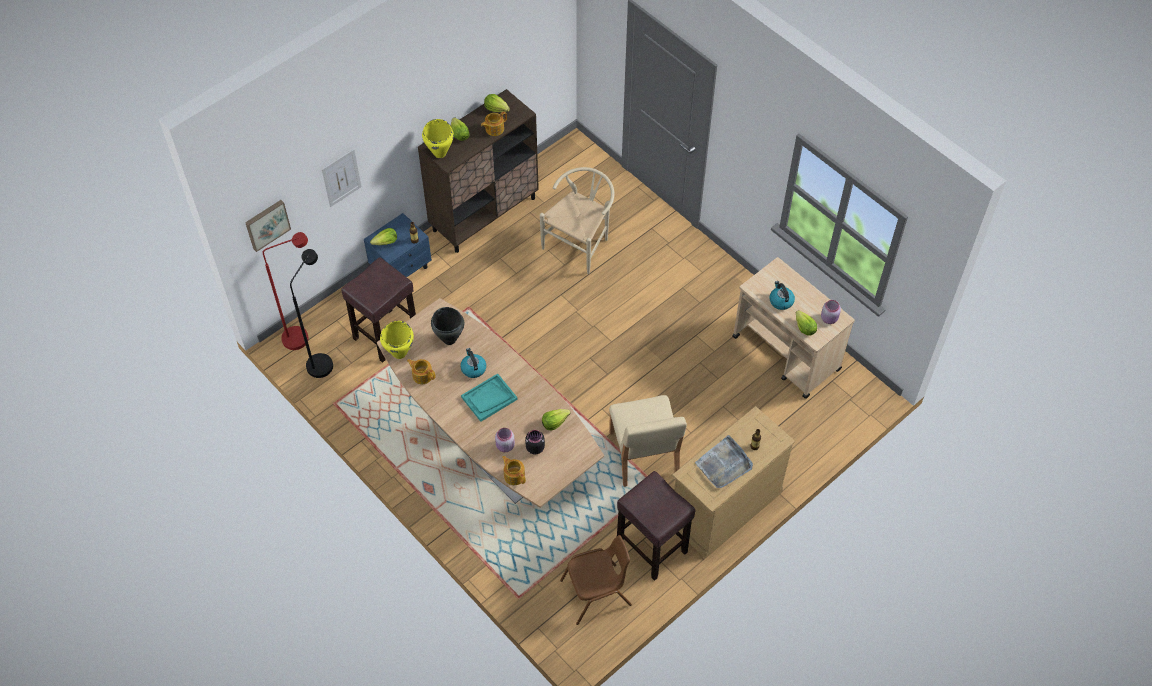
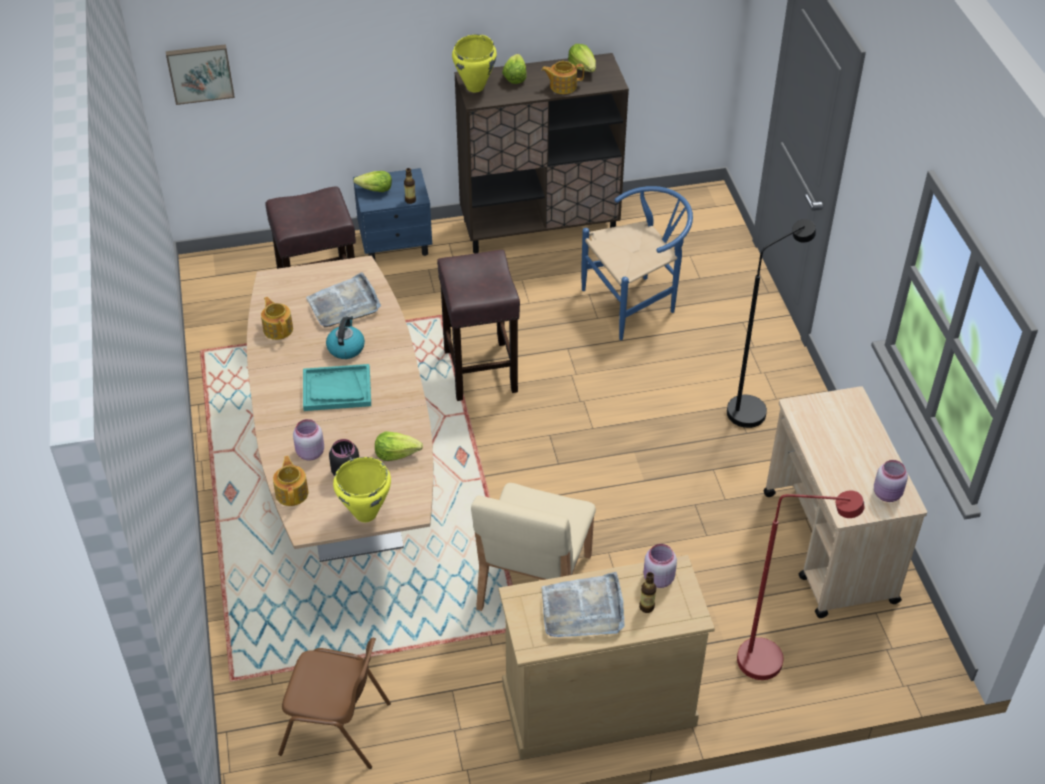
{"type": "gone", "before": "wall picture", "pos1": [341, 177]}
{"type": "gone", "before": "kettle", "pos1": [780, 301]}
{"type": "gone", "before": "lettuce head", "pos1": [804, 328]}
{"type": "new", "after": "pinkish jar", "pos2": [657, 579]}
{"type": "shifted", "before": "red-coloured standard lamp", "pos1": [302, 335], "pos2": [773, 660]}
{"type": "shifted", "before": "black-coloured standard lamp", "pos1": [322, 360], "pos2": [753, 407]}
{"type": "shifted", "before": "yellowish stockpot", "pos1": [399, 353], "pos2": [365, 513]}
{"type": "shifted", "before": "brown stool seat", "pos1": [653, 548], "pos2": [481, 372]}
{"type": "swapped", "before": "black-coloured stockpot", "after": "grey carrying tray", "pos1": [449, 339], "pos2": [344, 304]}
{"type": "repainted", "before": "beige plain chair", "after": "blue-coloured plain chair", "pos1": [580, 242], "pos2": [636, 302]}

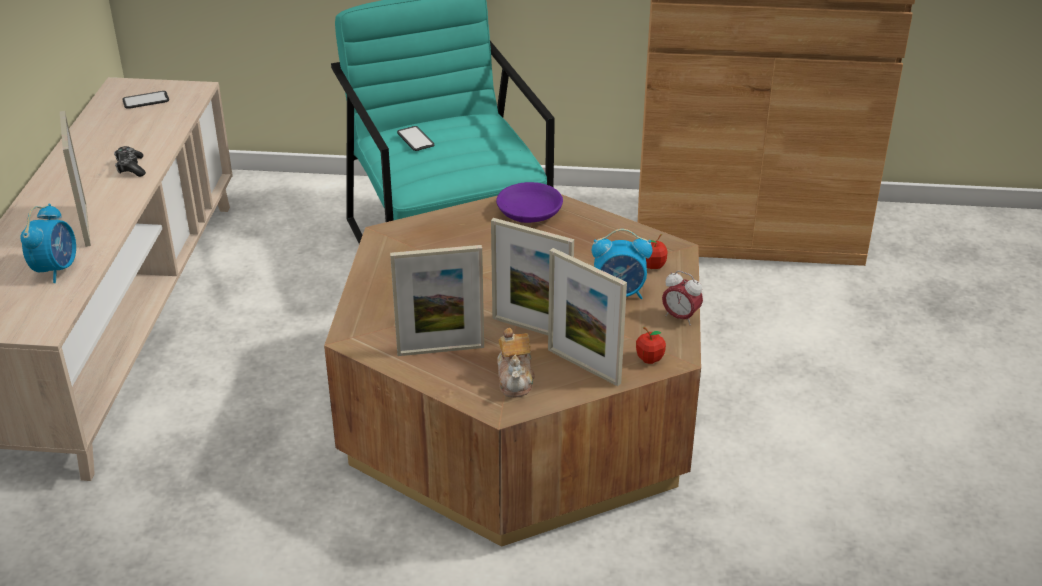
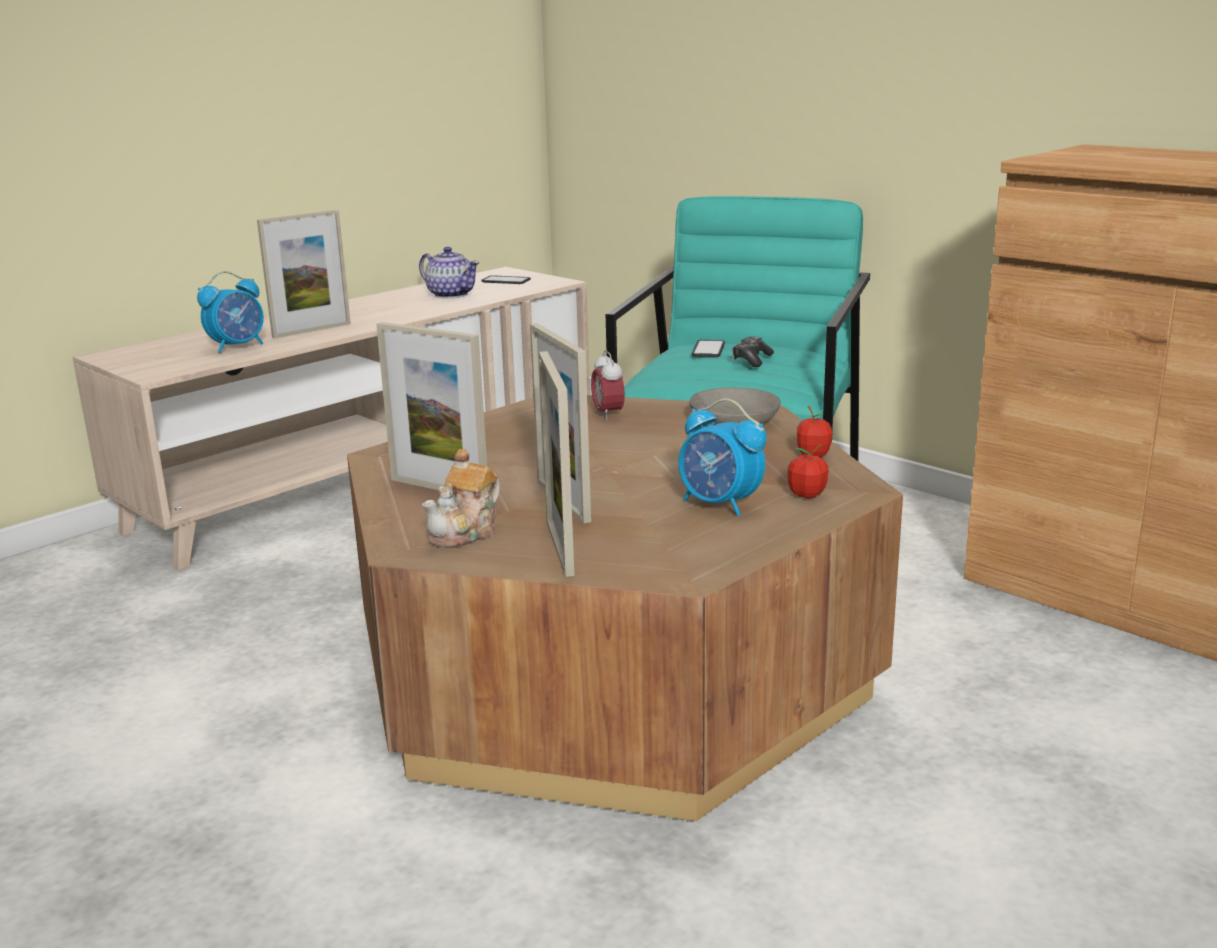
{"type": "new", "after": "teapot", "pos2": [451, 294]}
{"type": "shifted", "before": "gamepad", "pos1": [131, 168], "pos2": [751, 360]}
{"type": "shifted", "before": "whole apple", "pos1": [649, 359], "pos2": [813, 455]}
{"type": "shifted", "before": "alarm clock", "pos1": [680, 317], "pos2": [608, 415]}
{"type": "repainted", "before": "purplish serving bowl", "after": "grey serving bowl", "pos1": [528, 212], "pos2": [733, 420]}
{"type": "rotated", "before": "standing frame", "pos1": [85, 225], "pos2": [312, 330], "turn": -150}

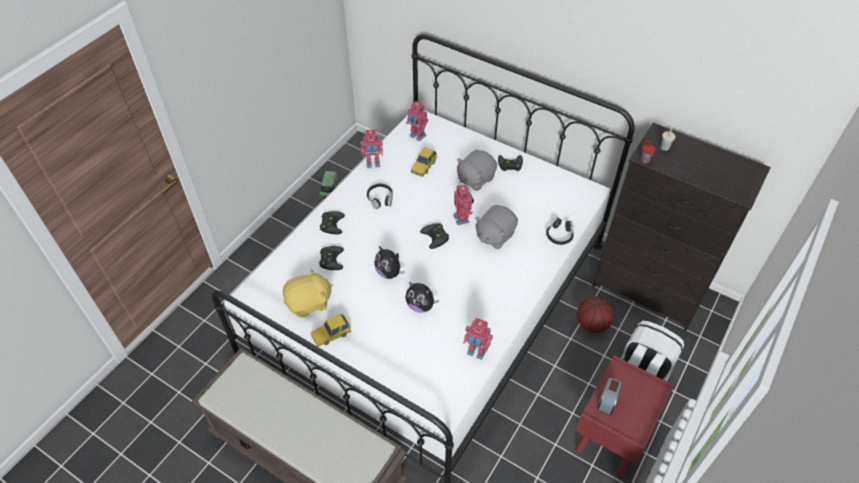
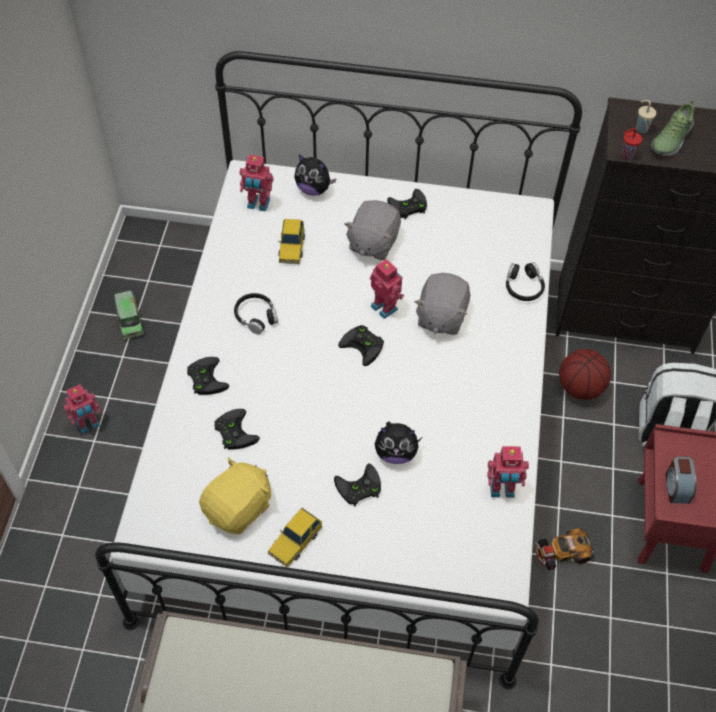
{"type": "new", "after": "black-coloured gamepad", "pos2": [358, 488]}
{"type": "new", "after": "miniature car", "pos2": [562, 552]}
{"type": "new", "after": "item of footwear", "pos2": [670, 139]}
{"type": "shifted", "before": "robot figure", "pos1": [373, 164], "pos2": [88, 425]}
{"type": "shifted", "before": "plush toy", "pos1": [389, 272], "pos2": [313, 189]}

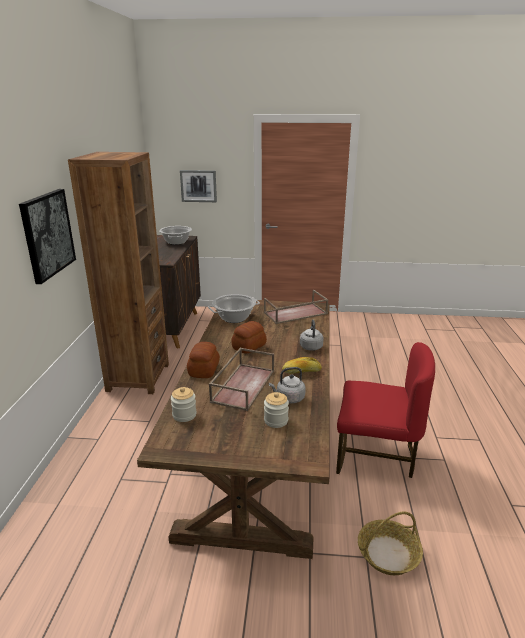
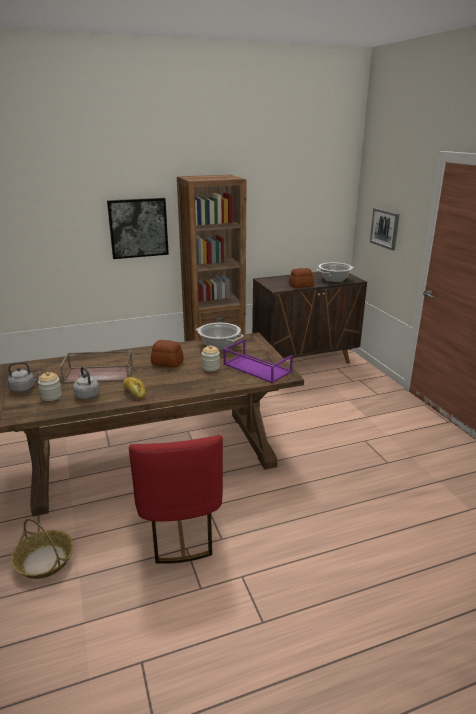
{"type": "shifted", "before": "jar", "pos1": [184, 415], "pos2": [211, 367]}
{"type": "shifted", "before": "bread", "pos1": [204, 369], "pos2": [301, 285]}
{"type": "shifted", "before": "grey kettle", "pos1": [311, 346], "pos2": [24, 388]}
{"type": "repainted", "before": "brown carrying tray", "after": "purplish carrying tray", "pos1": [295, 313], "pos2": [256, 368]}

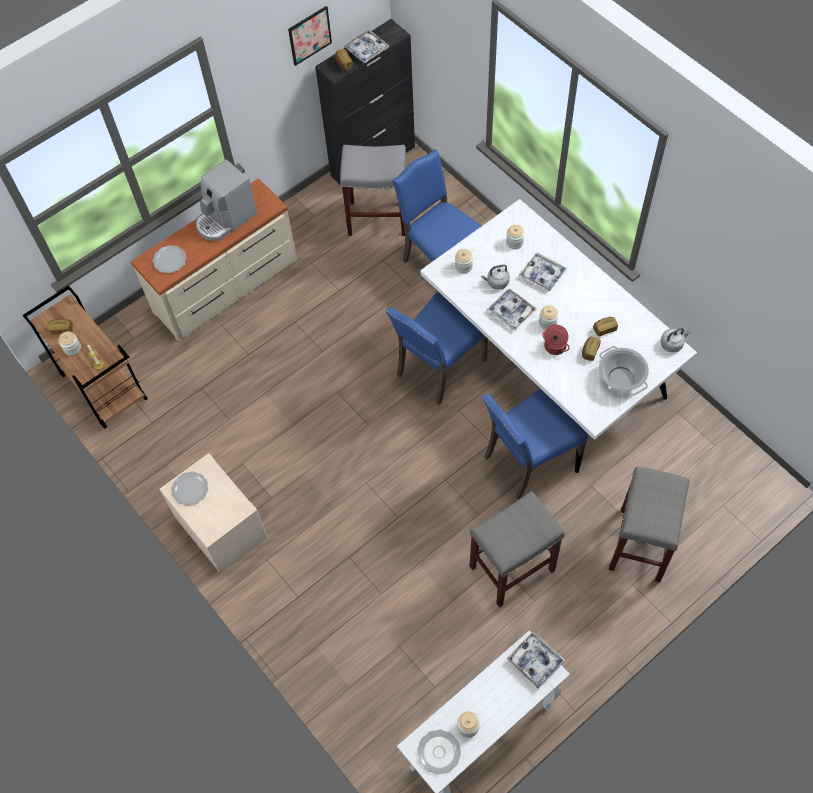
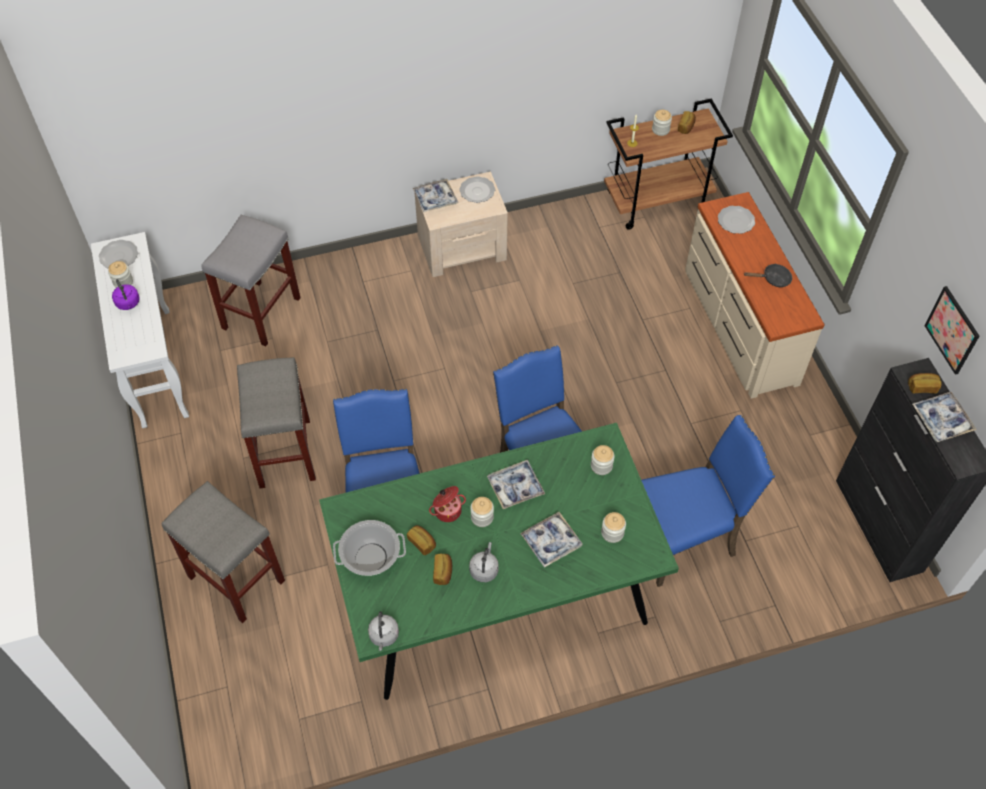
{"type": "new", "after": "purplish kettle", "pos2": [128, 303]}
{"type": "shifted", "before": "grey stool seat", "pos1": [378, 218], "pos2": [261, 314]}
{"type": "shifted", "before": "grey kettle", "pos1": [496, 282], "pos2": [484, 569]}
{"type": "shifted", "before": "carrying tray", "pos1": [535, 661], "pos2": [435, 199]}
{"type": "swapped", "before": "coffee machine", "after": "black-coloured skillet", "pos1": [225, 219], "pos2": [773, 279]}
{"type": "repainted", "before": "whitish kitchen table", "after": "green kitchen table", "pos1": [548, 364], "pos2": [494, 591]}

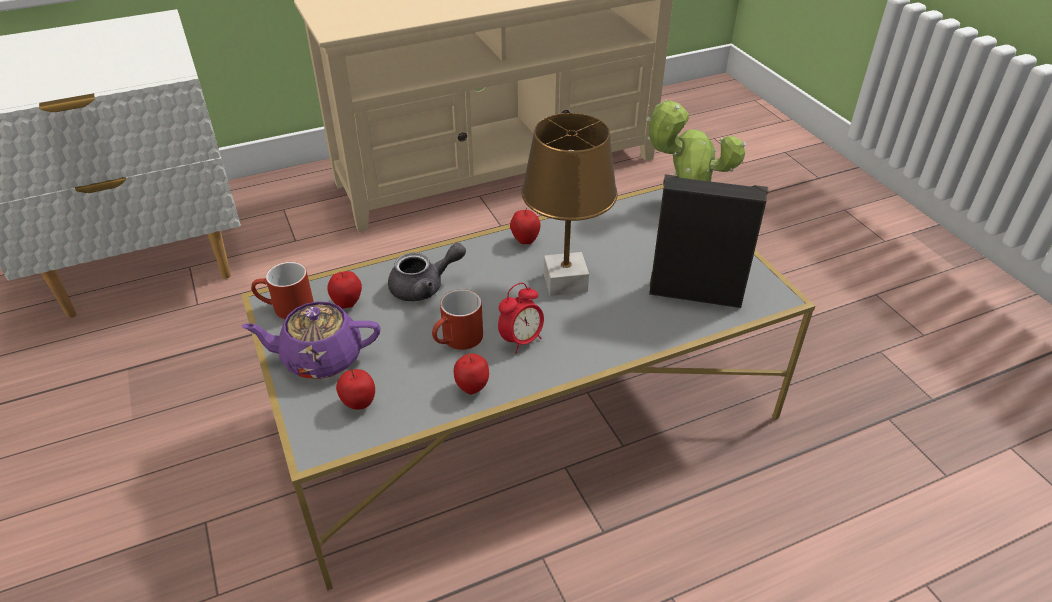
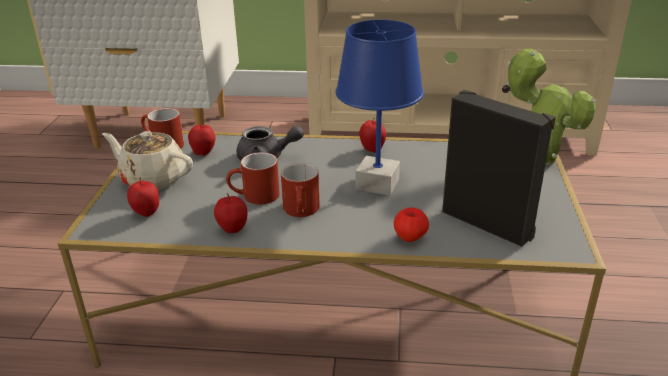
{"type": "new", "after": "whole apple", "pos2": [410, 238]}
{"type": "swapped", "before": "alarm clock", "after": "red-coloured mug", "pos1": [521, 340], "pos2": [302, 211]}
{"type": "repainted", "before": "purplish teapot", "after": "beige teapot", "pos1": [321, 358], "pos2": [153, 179]}
{"type": "repainted", "before": "brown lamp for a table", "after": "blue-coloured lamp for a table", "pos1": [566, 282], "pos2": [378, 184]}

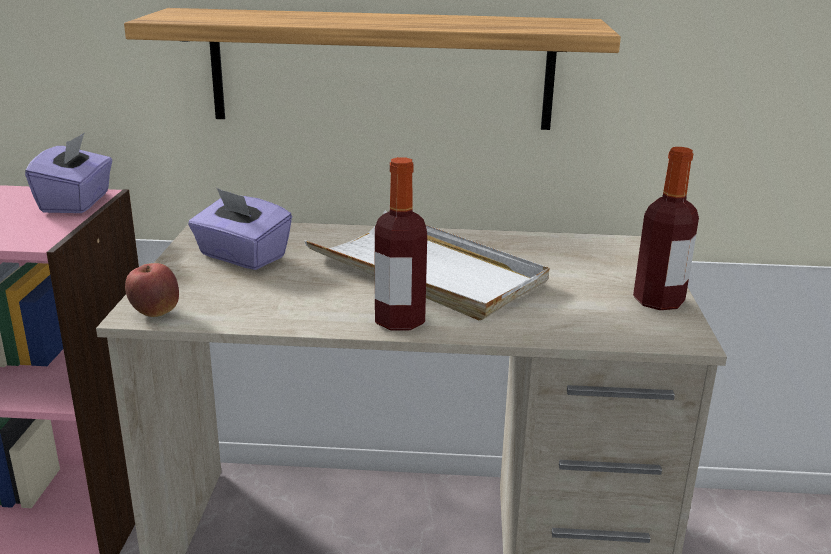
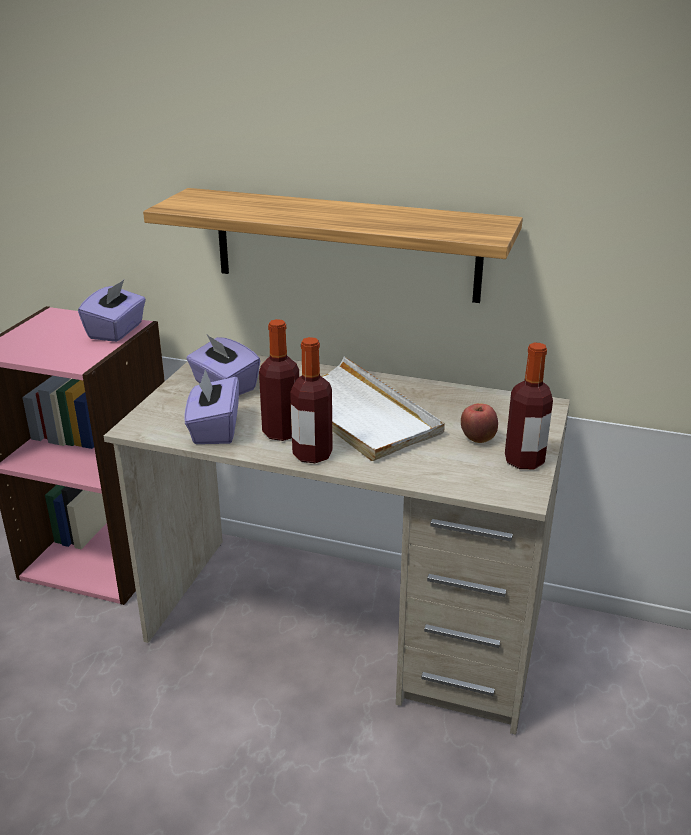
{"type": "new", "after": "purplish tissue holder", "pos2": [214, 429]}
{"type": "new", "after": "beverage bottle", "pos2": [281, 432]}
{"type": "shifted", "before": "whole apple", "pos1": [155, 313], "pos2": [477, 439]}

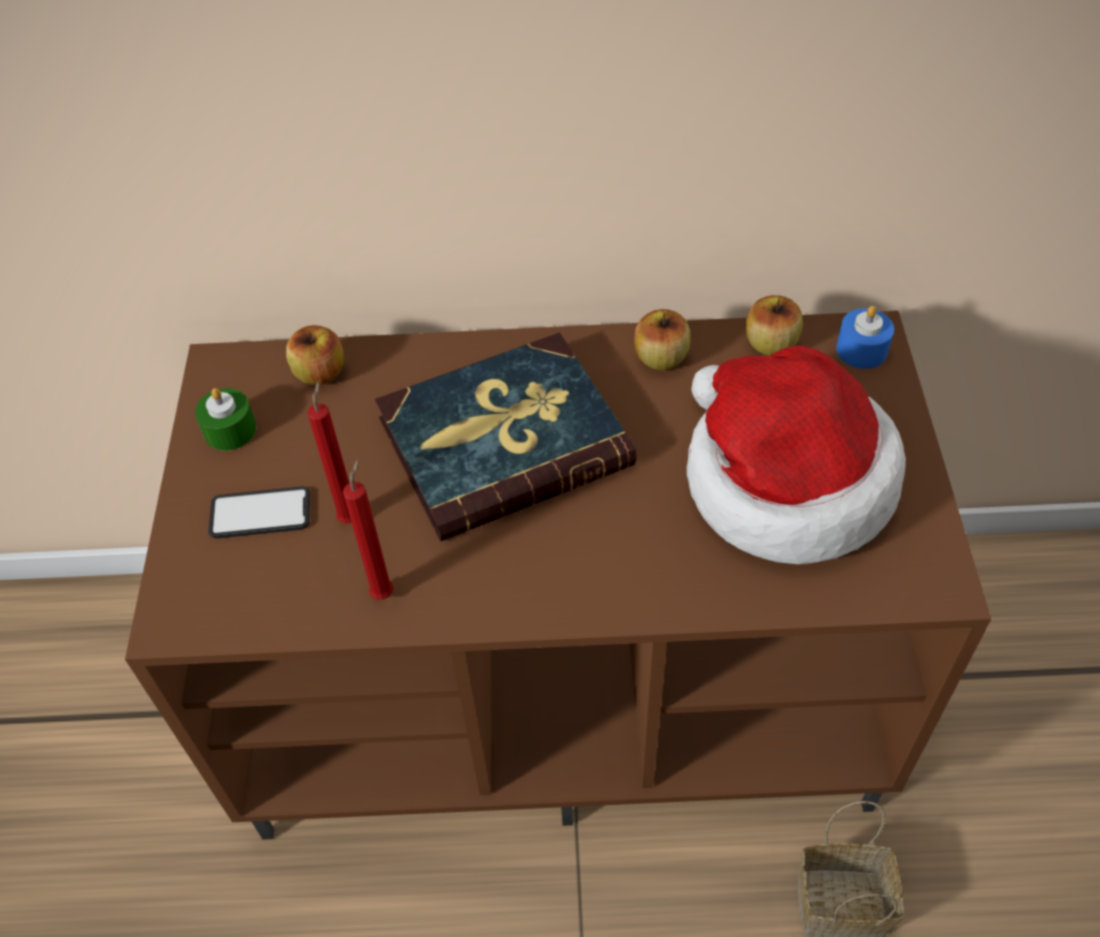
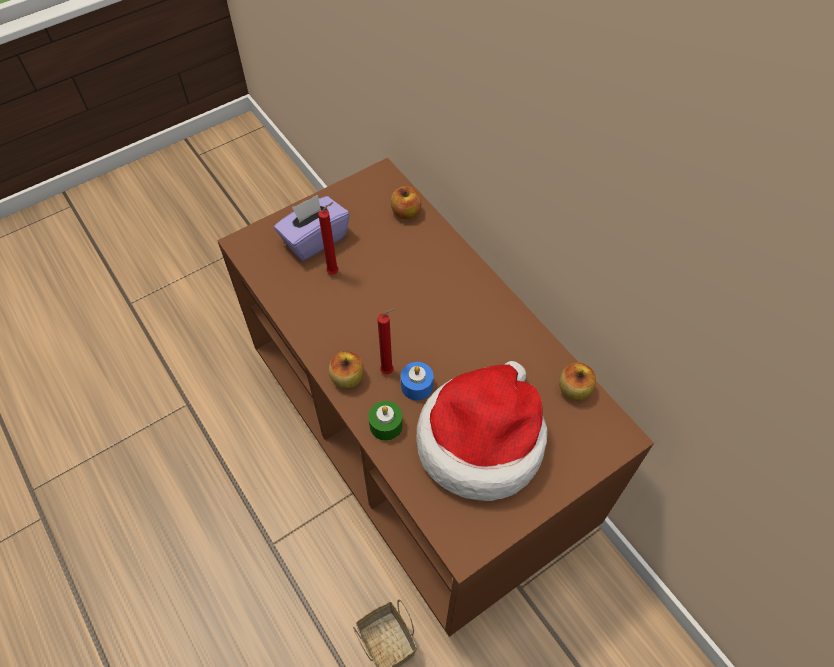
{"type": "gone", "before": "book", "pos1": [503, 441]}
{"type": "shifted", "before": "green candle", "pos1": [230, 430], "pos2": [386, 425]}
{"type": "shifted", "before": "red-coloured candle", "pos1": [384, 591], "pos2": [389, 371]}
{"type": "shifted", "before": "whole apple", "pos1": [661, 358], "pos2": [347, 378]}
{"type": "shifted", "before": "blue-coloured candle", "pos1": [861, 350], "pos2": [417, 386]}
{"type": "swapped", "before": "handset", "after": "purplish tissue holder", "pos1": [260, 513], "pos2": [314, 239]}

